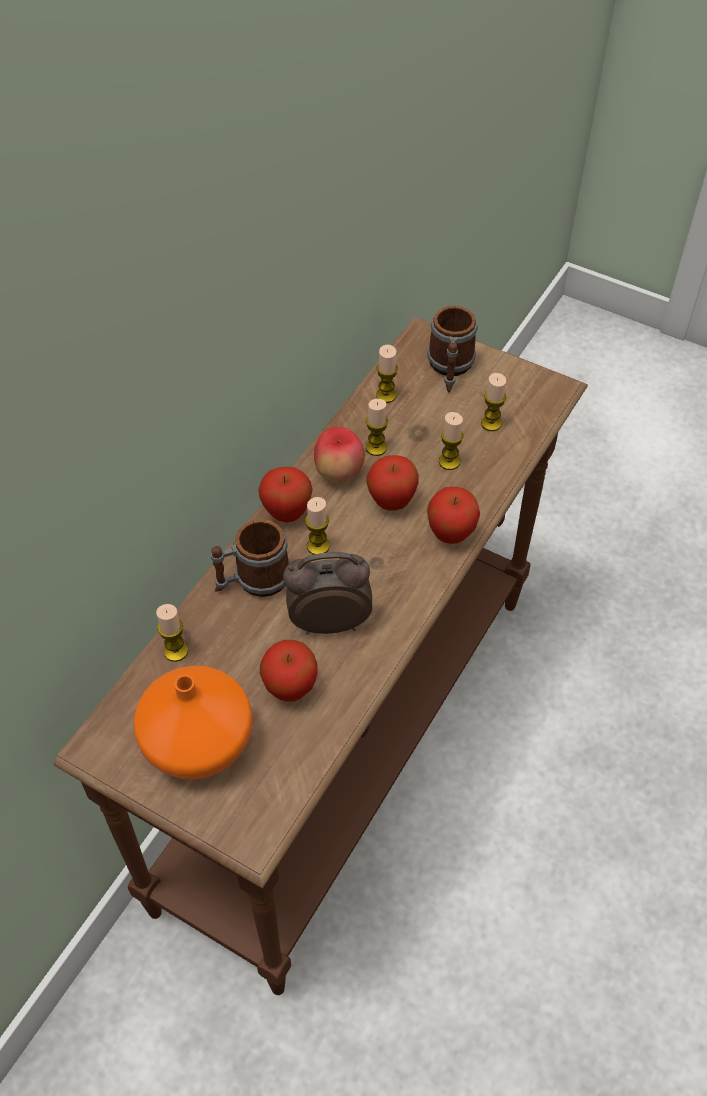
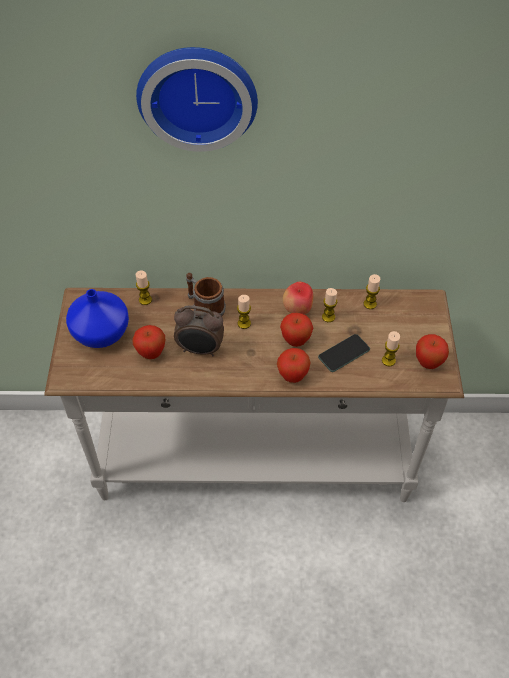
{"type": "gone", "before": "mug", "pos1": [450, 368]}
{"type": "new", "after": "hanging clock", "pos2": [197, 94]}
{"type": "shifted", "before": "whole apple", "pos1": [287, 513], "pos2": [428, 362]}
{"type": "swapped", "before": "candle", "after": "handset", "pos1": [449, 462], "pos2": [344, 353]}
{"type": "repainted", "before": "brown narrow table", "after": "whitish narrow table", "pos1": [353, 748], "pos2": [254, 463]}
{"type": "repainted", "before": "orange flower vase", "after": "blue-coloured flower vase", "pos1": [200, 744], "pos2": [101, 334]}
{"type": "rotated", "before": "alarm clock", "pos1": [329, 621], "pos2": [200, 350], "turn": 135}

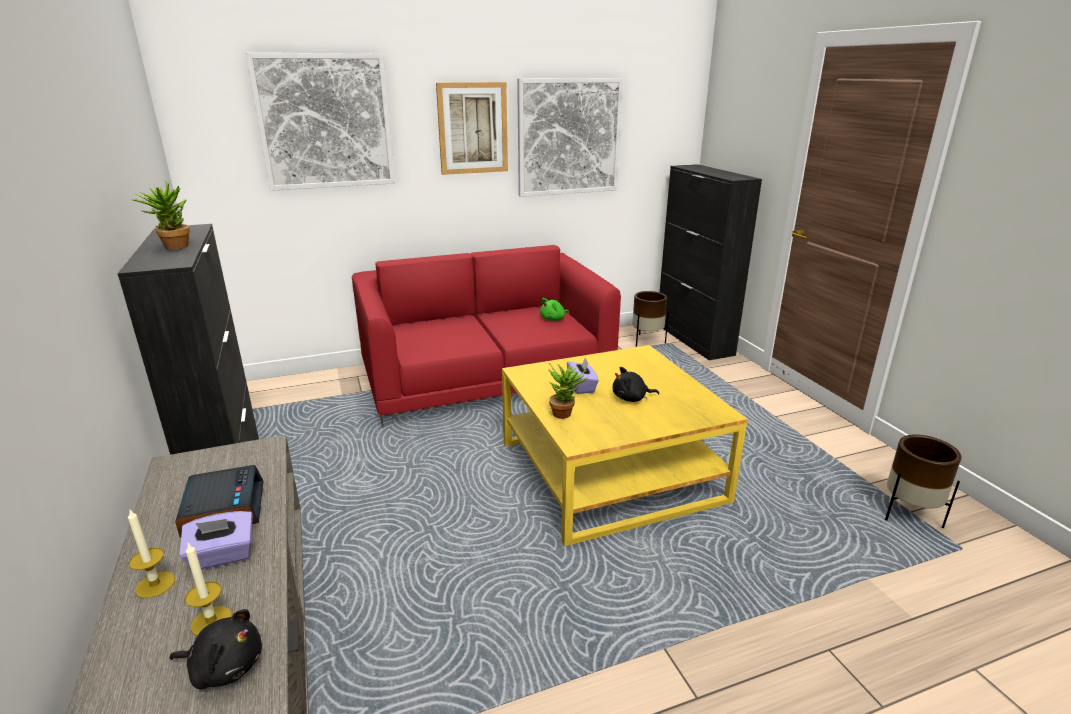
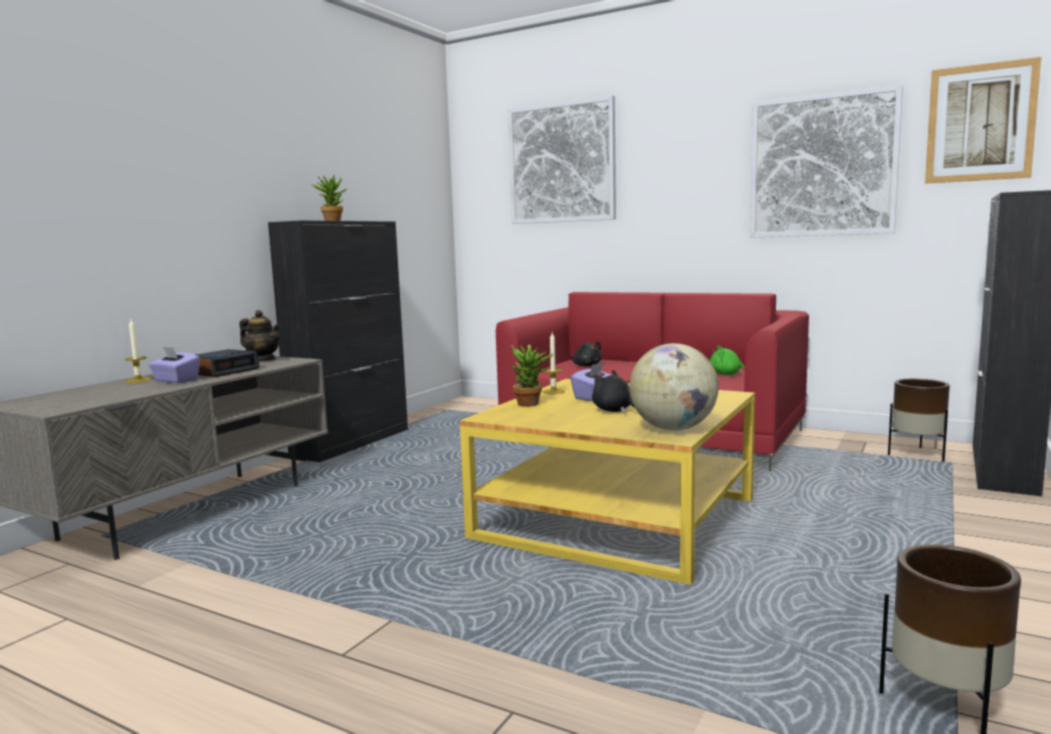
{"type": "new", "after": "teapot", "pos2": [263, 360]}
{"type": "new", "after": "globe", "pos2": [673, 429]}
{"type": "shifted", "before": "black-coloured plush toy", "pos1": [225, 667], "pos2": [586, 366]}
{"type": "shifted", "before": "candle", "pos1": [211, 621], "pos2": [553, 391]}
{"type": "shifted", "before": "wall picture", "pos1": [473, 128], "pos2": [980, 123]}

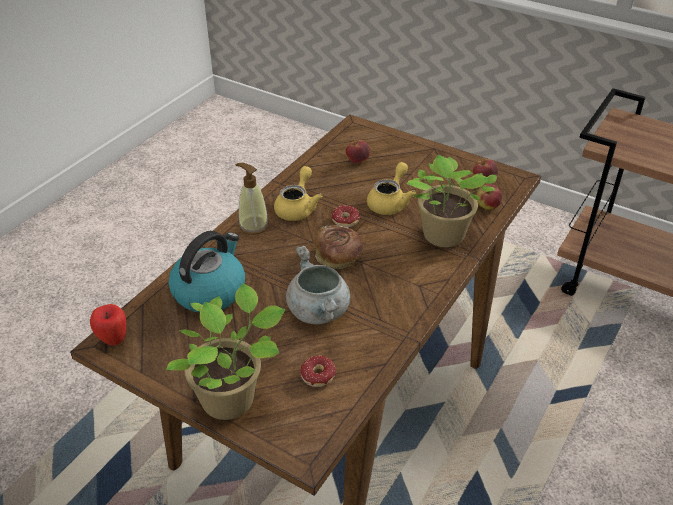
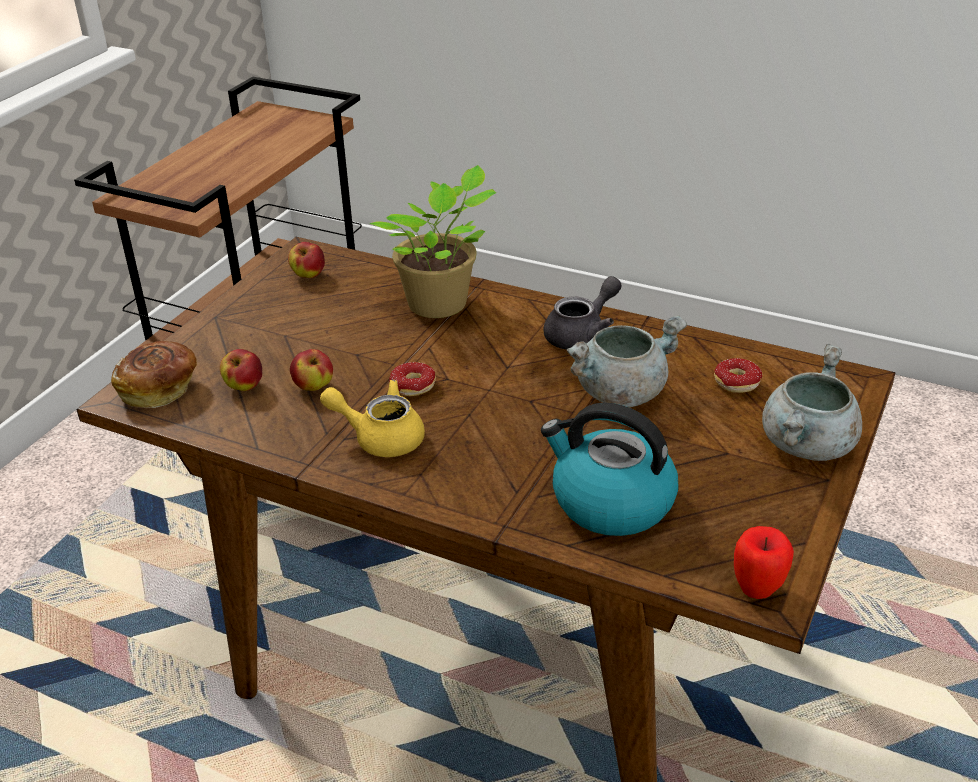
{"type": "gone", "before": "liquid soap bottle", "pos1": [253, 225]}
{"type": "gone", "before": "yellowish teapot", "pos1": [390, 202]}
{"type": "new", "after": "grey teapot", "pos2": [582, 334]}
{"type": "shifted", "before": "bread", "pos1": [338, 257], "pos2": [160, 389]}
{"type": "shifted", "before": "whole apple", "pos1": [487, 207], "pos2": [313, 387]}
{"type": "swapped", "before": "plant in a pot", "after": "grey stockpot", "pos1": [232, 399], "pos2": [808, 446]}

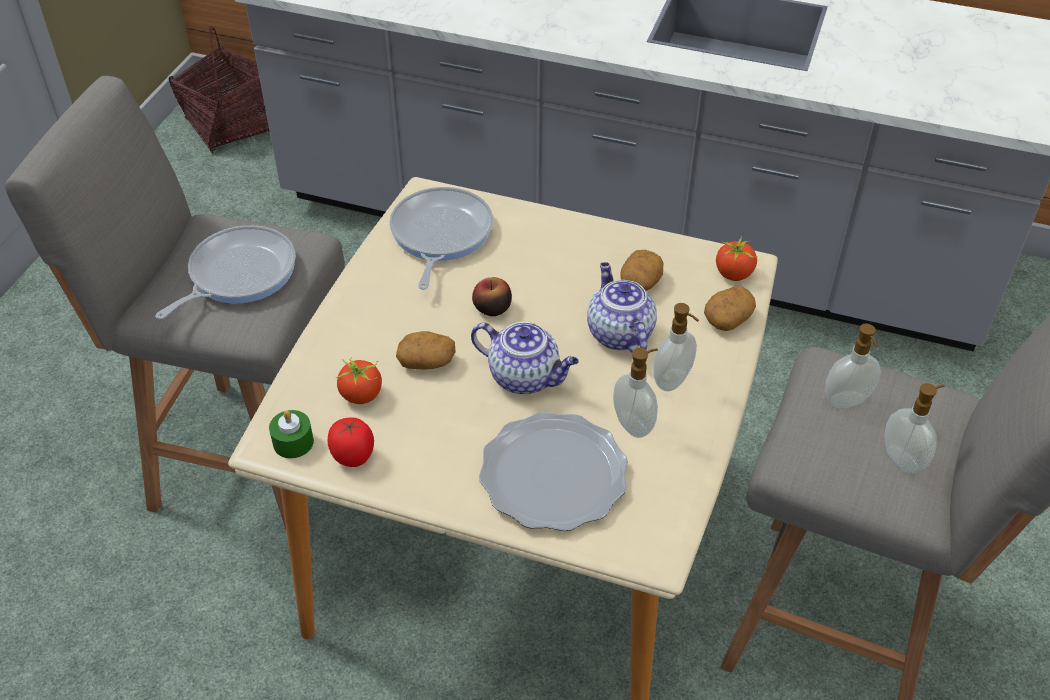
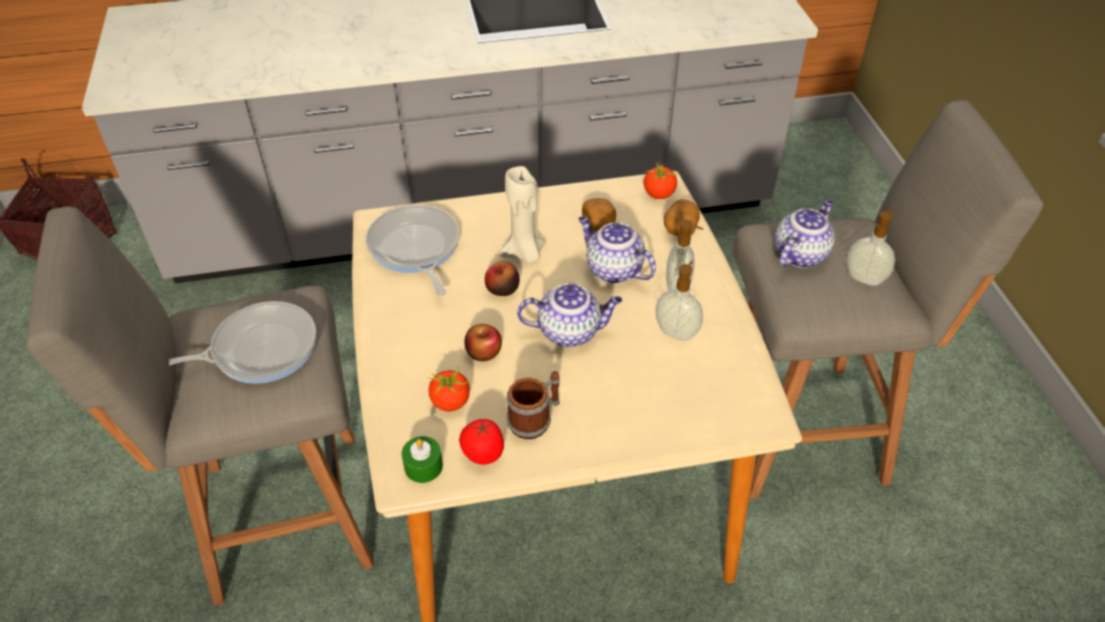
{"type": "gone", "before": "flat dish", "pos1": [554, 474]}
{"type": "new", "after": "beige candle", "pos2": [524, 254]}
{"type": "new", "after": "mug", "pos2": [535, 419]}
{"type": "swapped", "before": "whole potato", "after": "whole apple", "pos1": [427, 361], "pos2": [483, 352]}
{"type": "swapped", "before": "liquid soap bottle", "after": "teapot", "pos1": [847, 401], "pos2": [800, 254]}
{"type": "rotated", "before": "skillet", "pos1": [238, 274], "pos2": [259, 349], "turn": 60}

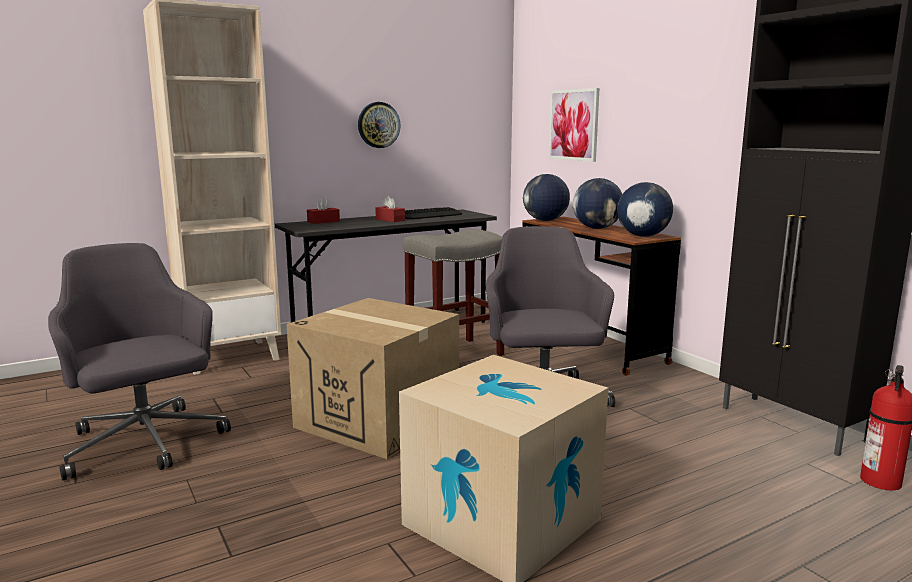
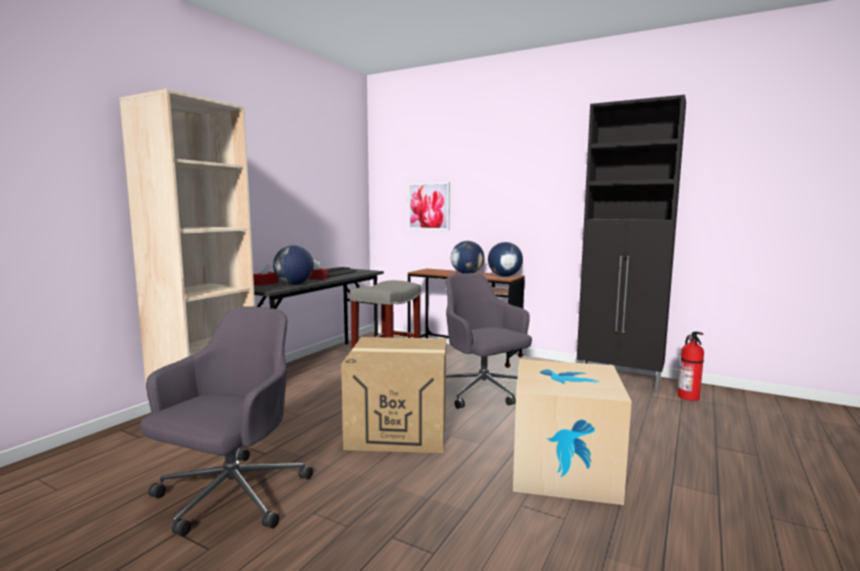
{"type": "gone", "before": "hanging clock", "pos1": [378, 125]}
{"type": "shifted", "before": "globe", "pos1": [545, 220], "pos2": [294, 284]}
{"type": "rotated", "before": "grey desk chair", "pos1": [145, 444], "pos2": [230, 497], "turn": 90}

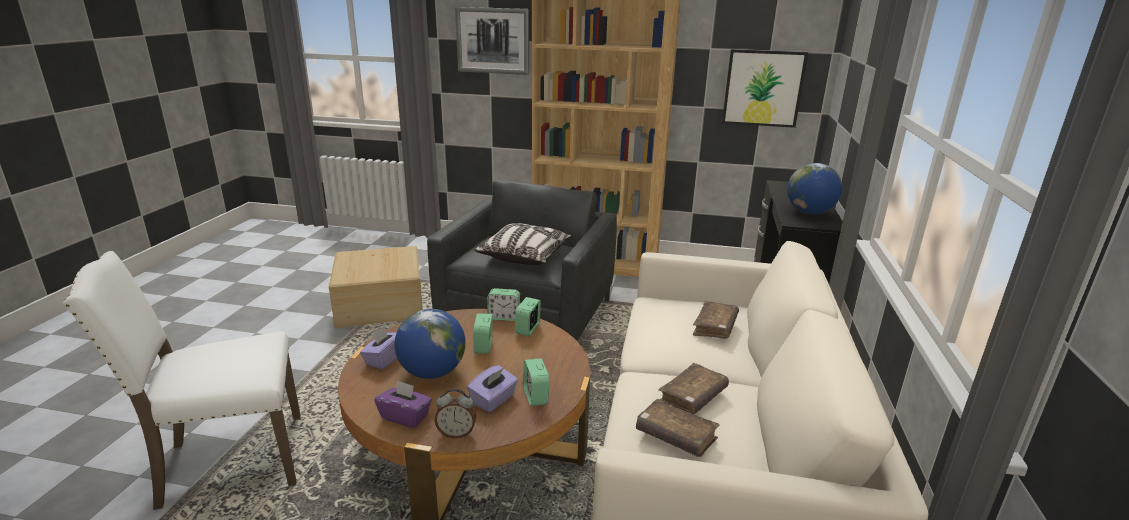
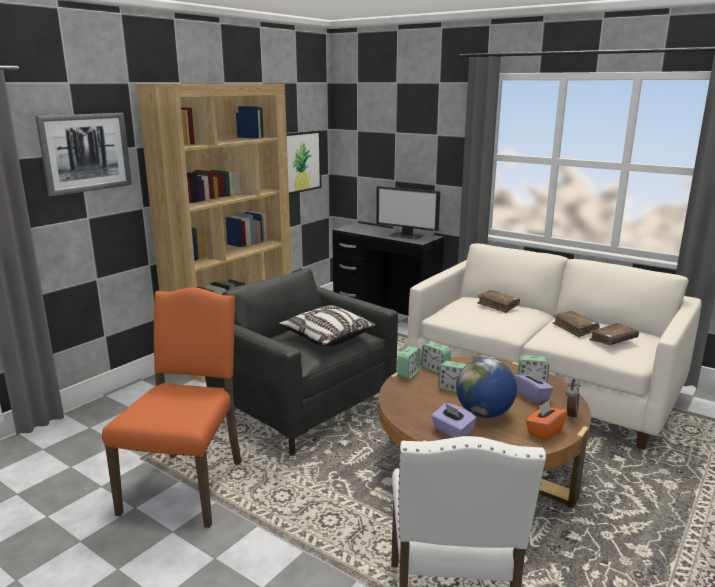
{"type": "swapped", "before": "beige storage container", "after": "orange plain chair", "pos1": [380, 304], "pos2": [187, 485]}
{"type": "swapped", "before": "globe", "after": "computer display", "pos1": [809, 213], "pos2": [407, 235]}
{"type": "repainted", "before": "purplish tissue holder", "after": "orange tissue holder", "pos1": [405, 416], "pos2": [544, 431]}

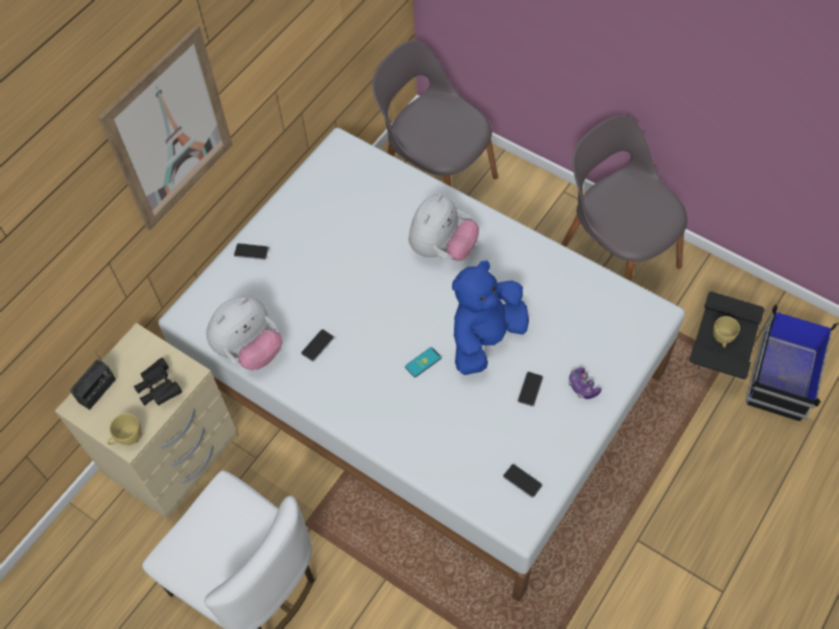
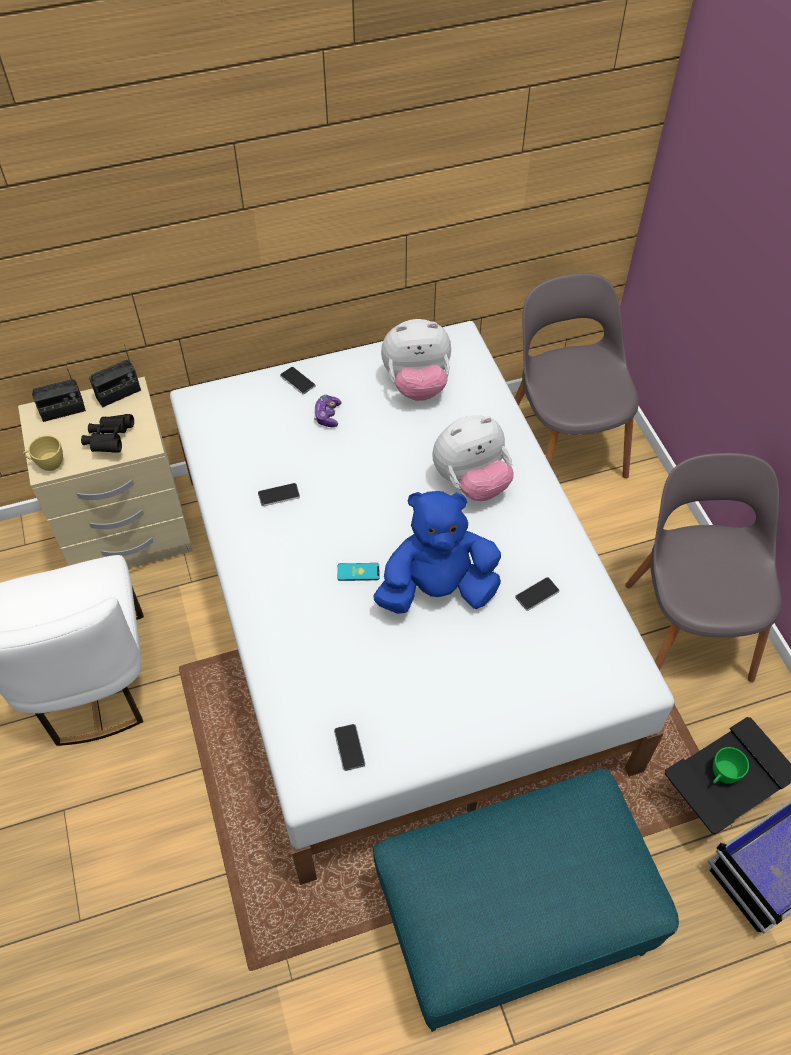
{"type": "gone", "before": "wall picture", "pos1": [170, 131]}
{"type": "new", "after": "radio set", "pos2": [118, 394]}
{"type": "new", "after": "turquoise-coloured pouffe", "pos2": [511, 916]}
{"type": "shifted", "before": "plush toy", "pos1": [249, 349], "pos2": [417, 385]}
{"type": "shifted", "before": "handset", "pos1": [530, 389], "pos2": [537, 594]}
{"type": "shifted", "before": "gamepad", "pos1": [582, 386], "pos2": [327, 415]}
{"type": "repainted", "before": "yellowish cup", "after": "green cup", "pos1": [722, 340], "pos2": [721, 776]}

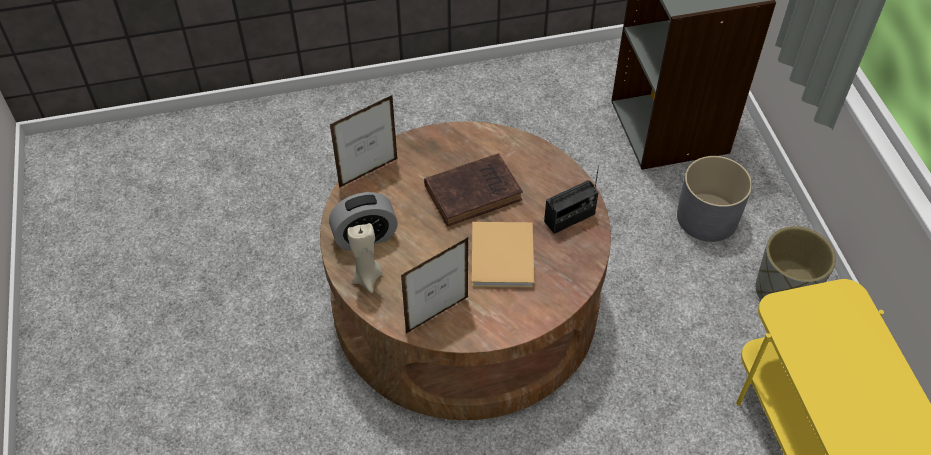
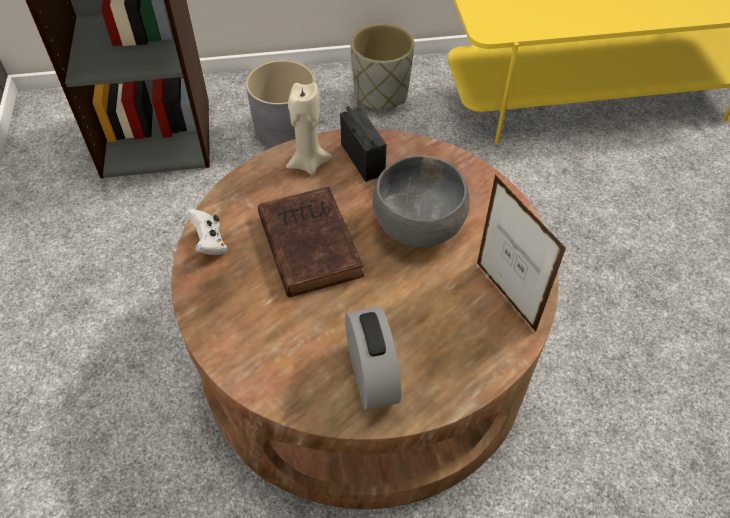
{"type": "gone", "before": "standing frame", "pos1": [368, 173]}
{"type": "new", "after": "whitish gamepad", "pos2": [209, 243]}
{"type": "shifted", "before": "beige candle", "pos1": [368, 278], "pos2": [308, 163]}
{"type": "swapped", "before": "beige book", "after": "grey serving bowl", "pos1": [502, 259], "pos2": [419, 225]}

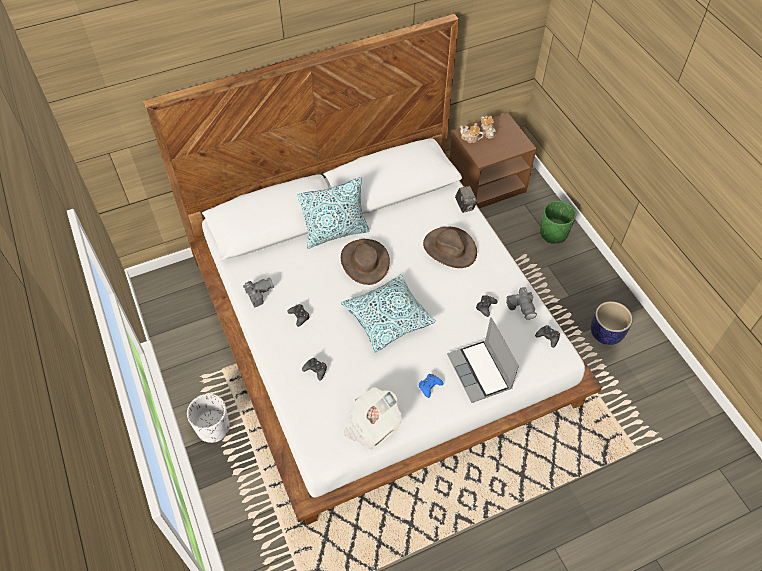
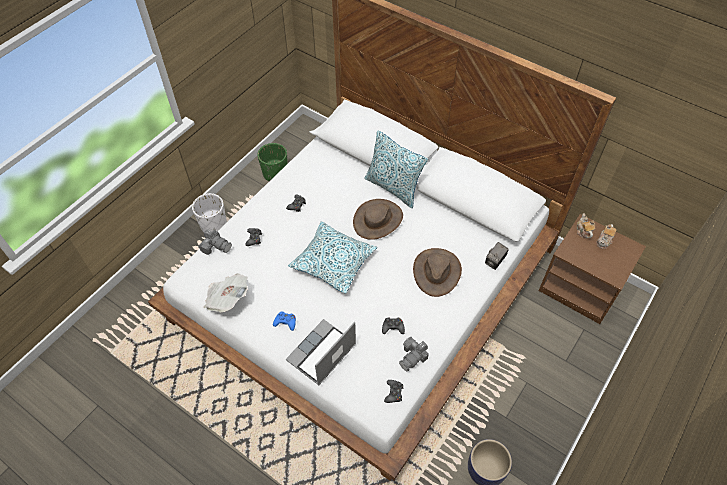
{"type": "shifted", "before": "photo camera", "pos1": [258, 294], "pos2": [216, 246]}
{"type": "shifted", "before": "green plant pot", "pos1": [553, 233], "pos2": [275, 173]}

